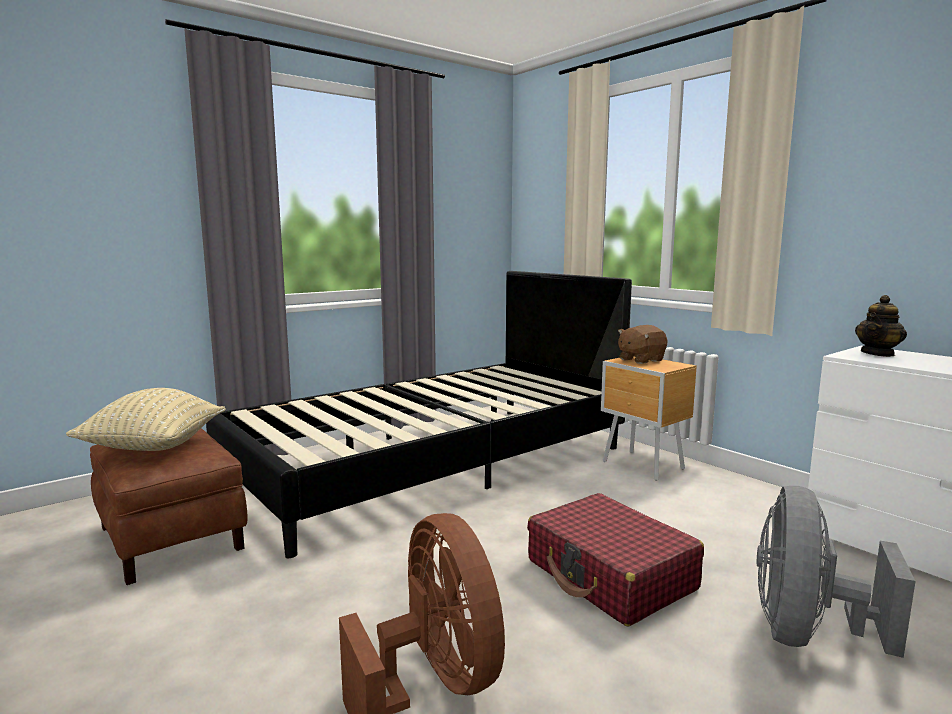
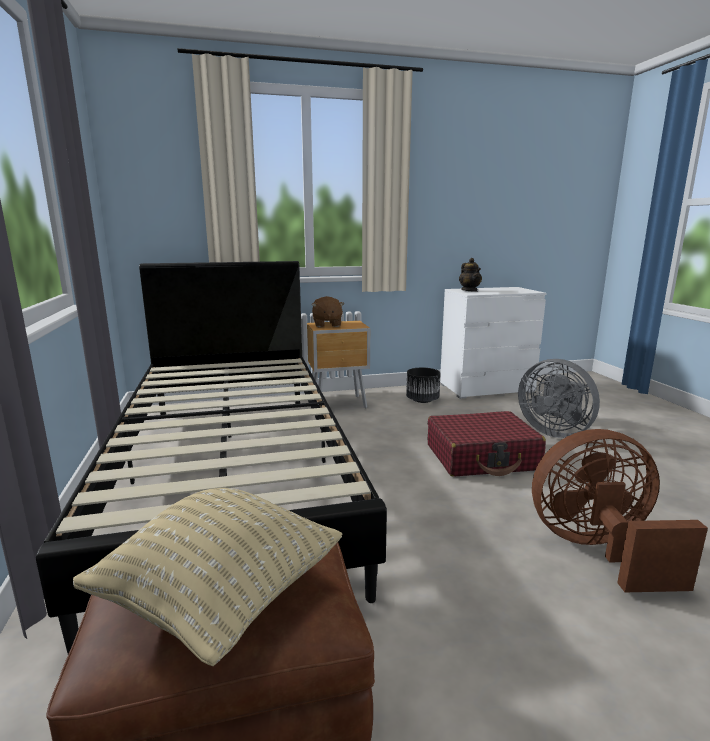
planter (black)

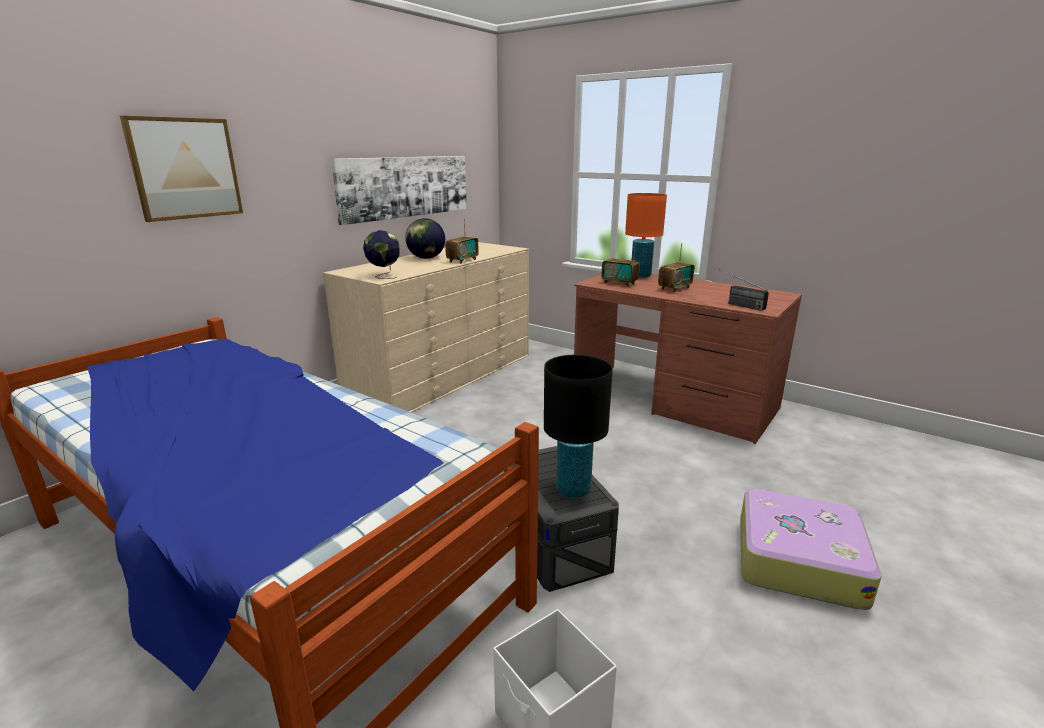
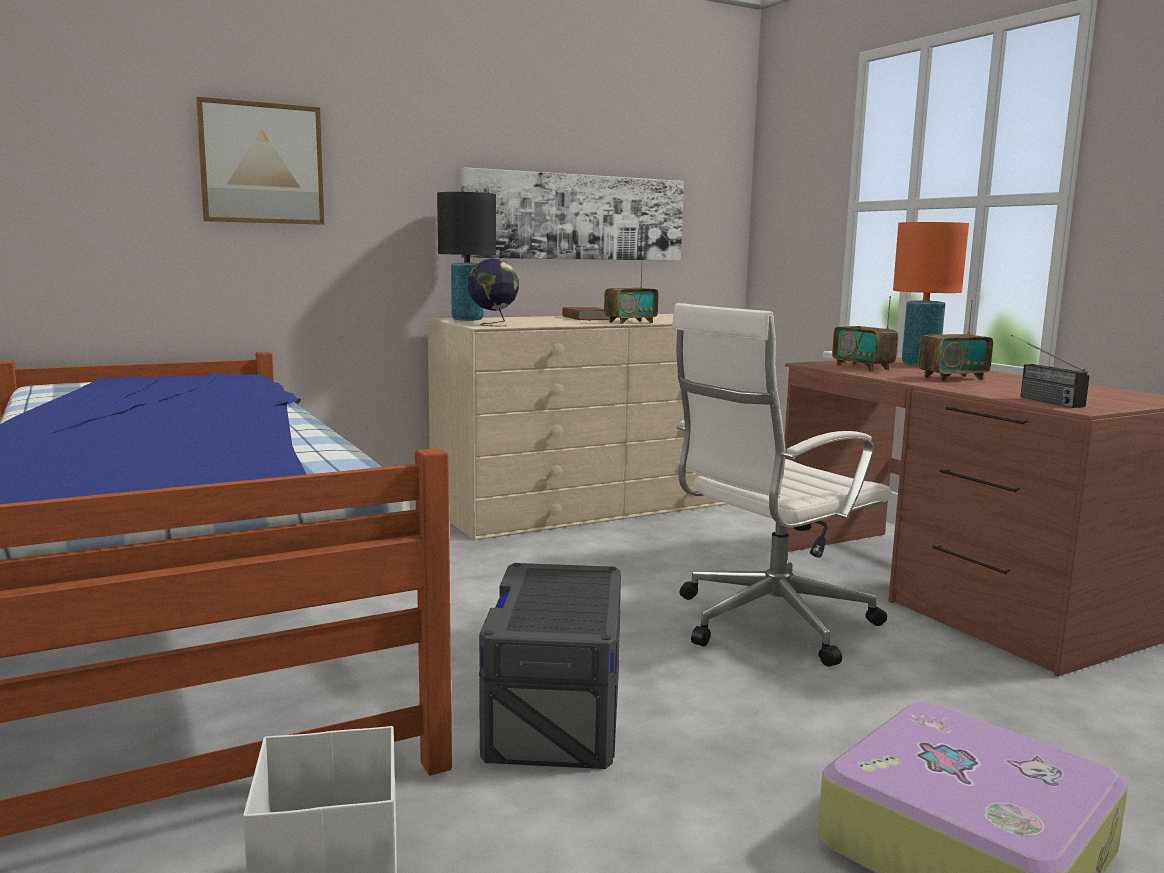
book (brown); table lamp (black); office chair (white)

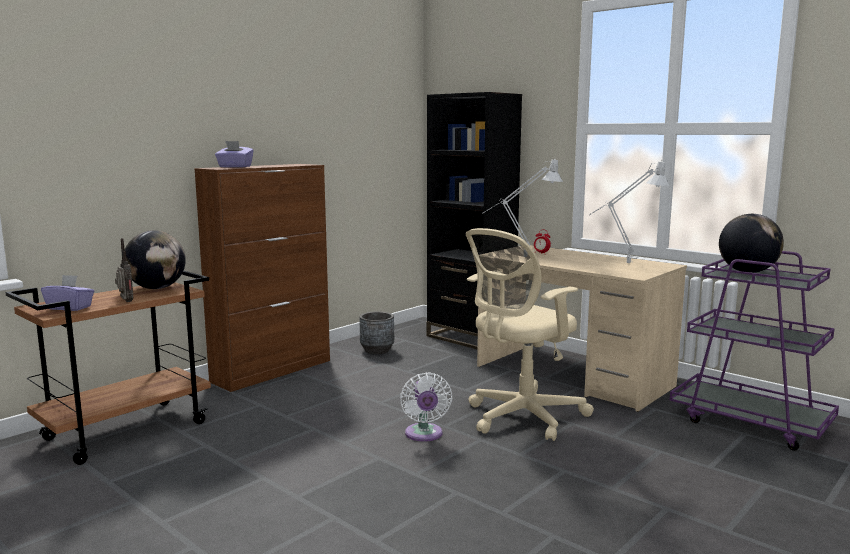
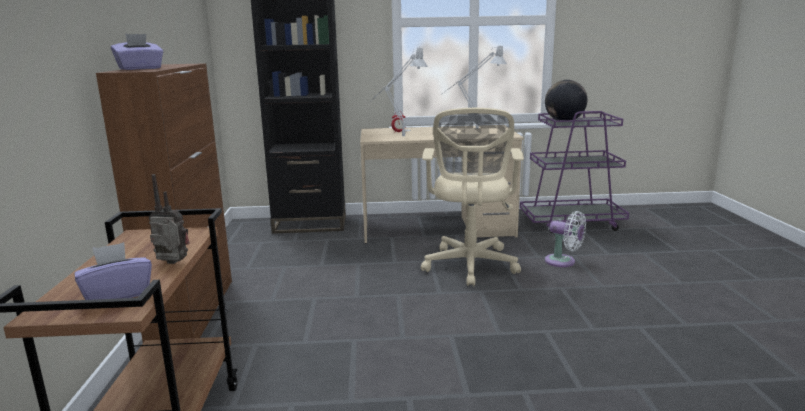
globe (1st from left in the first image); planter (grey); fan (white)

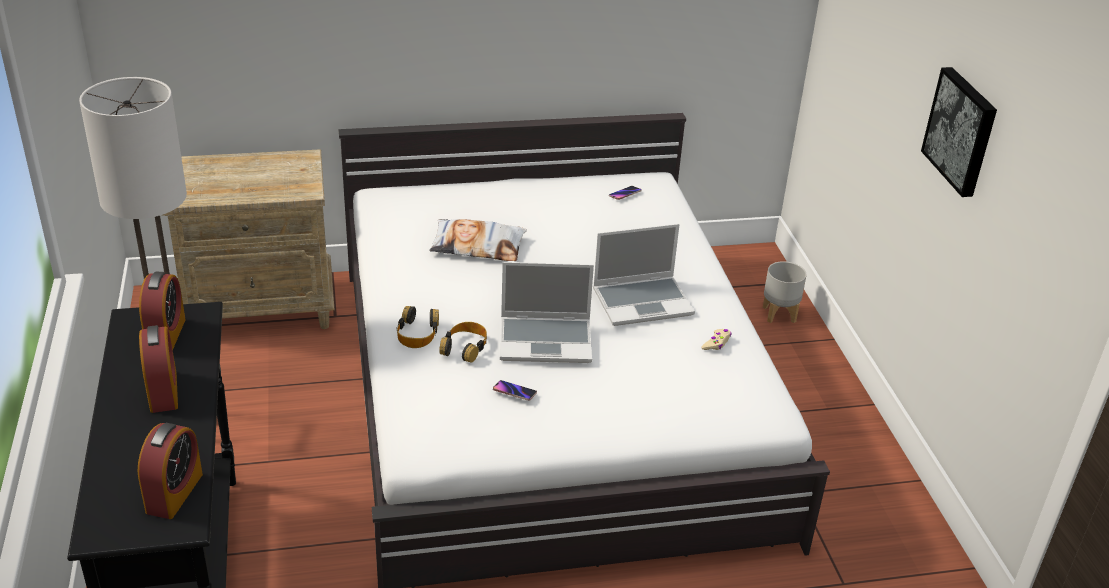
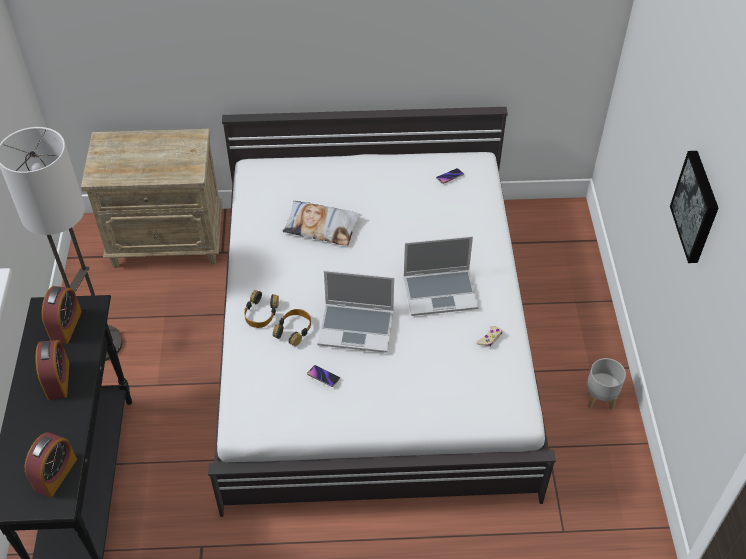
planter (grey)

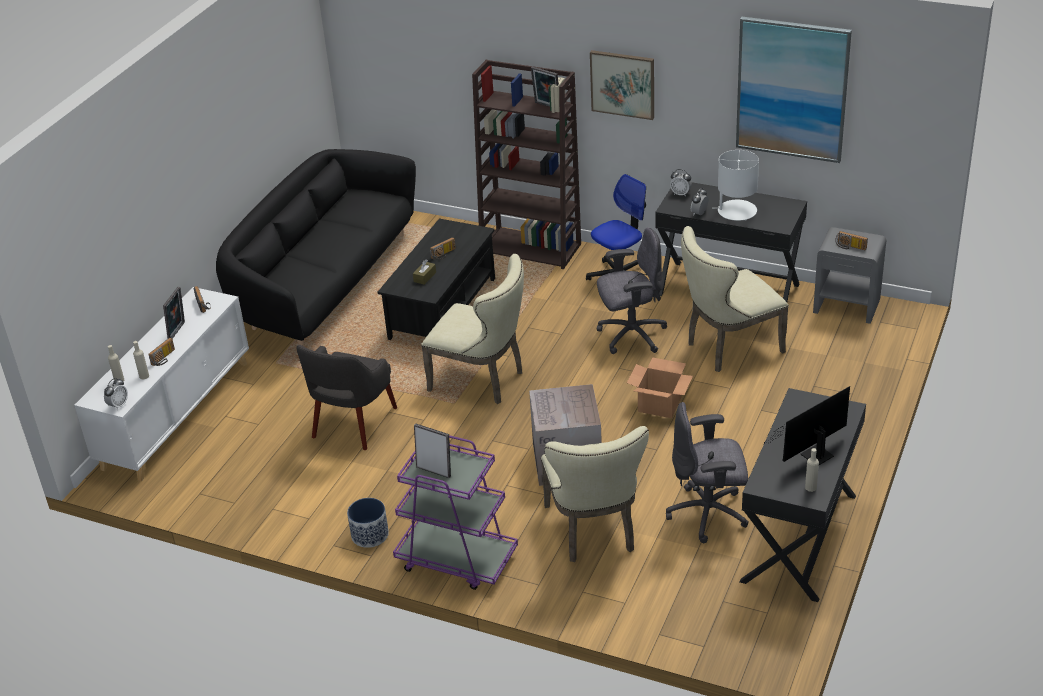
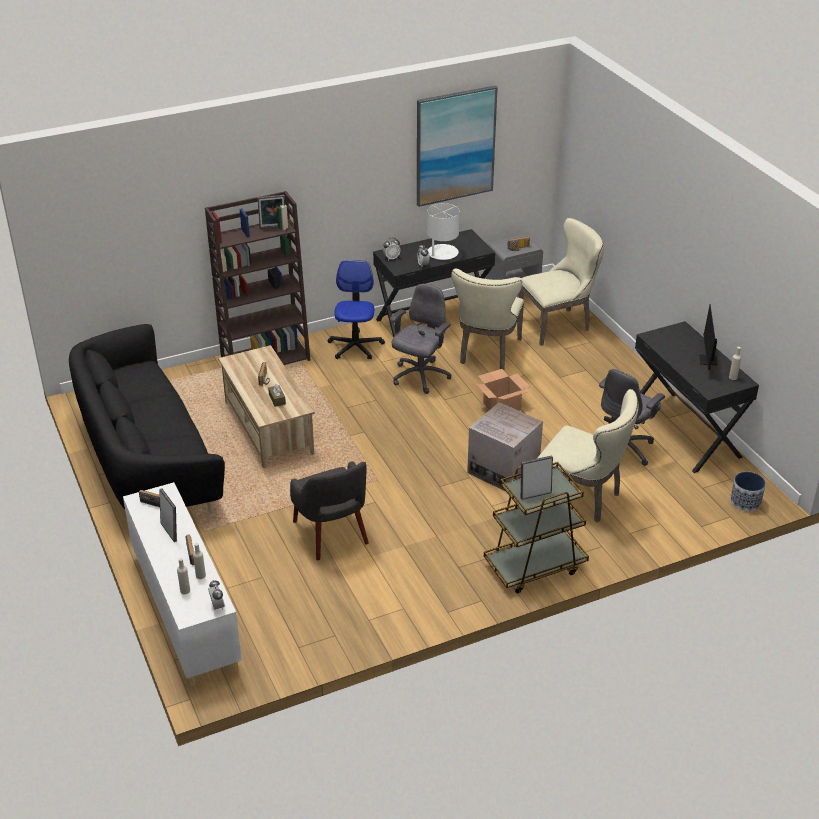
planter; coffee table (beige); cart (brown); chair (beige) (2nd from left); picture (1st from left in the first image)

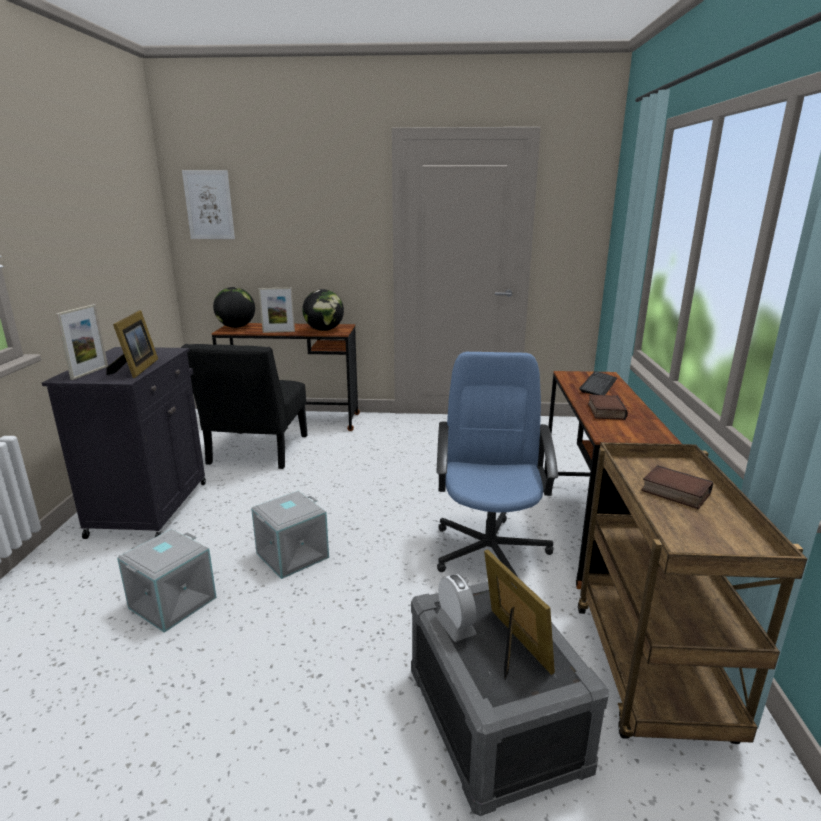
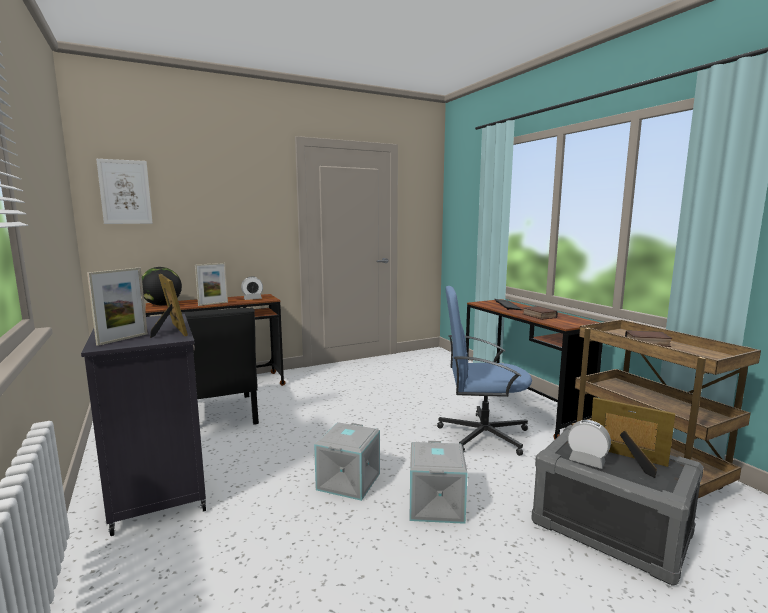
picture frame (1st from left); storage box (grey) (2nd from left); alarm clock (1st from left); office chair (blue)

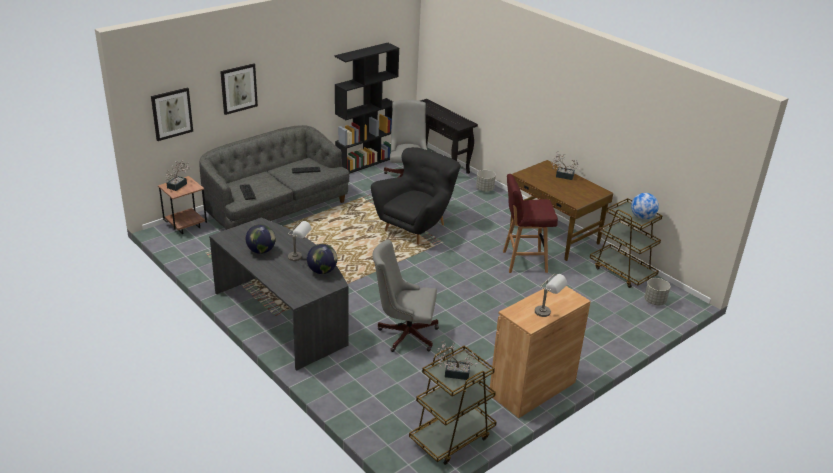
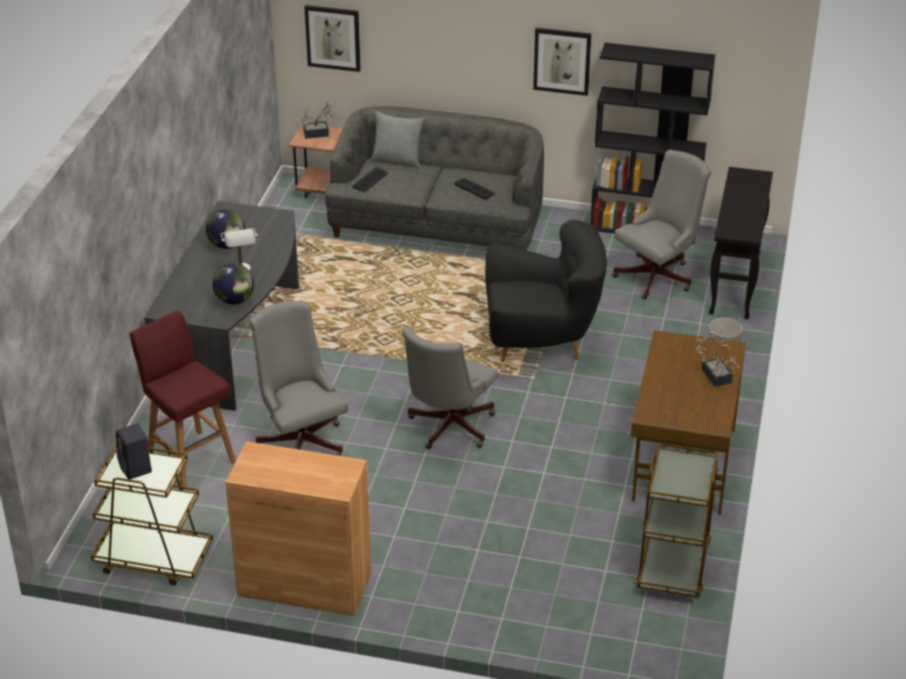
picture (2nd from left); speaker (black); stool (red); table lamp (grey) (2nd from left in the first image); globe (3rd from left in the first image); planter (grey) (2nd from left in the first image); pillow (grey); office chair (grey) (2nd from left)

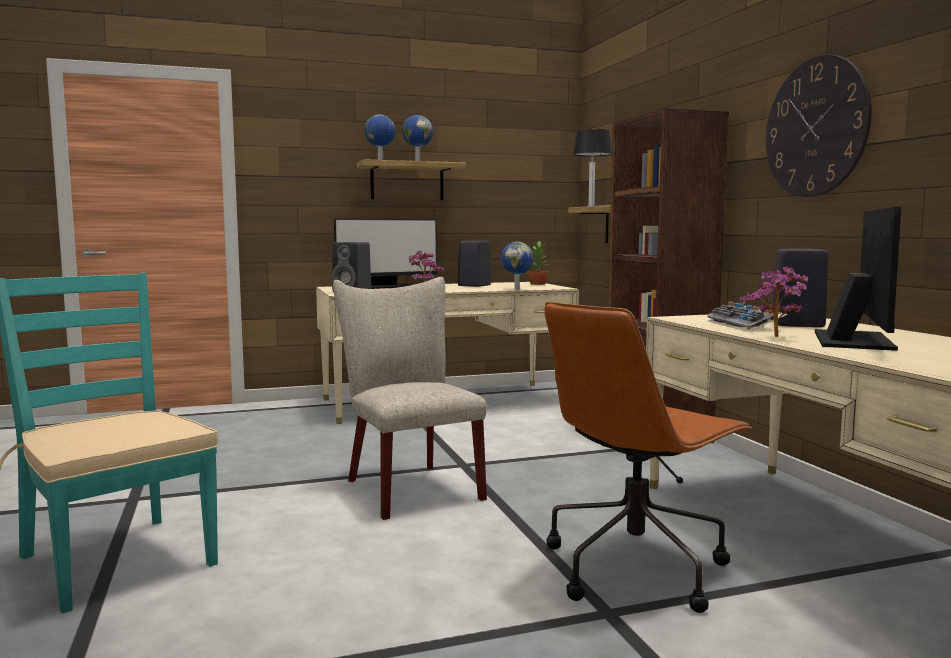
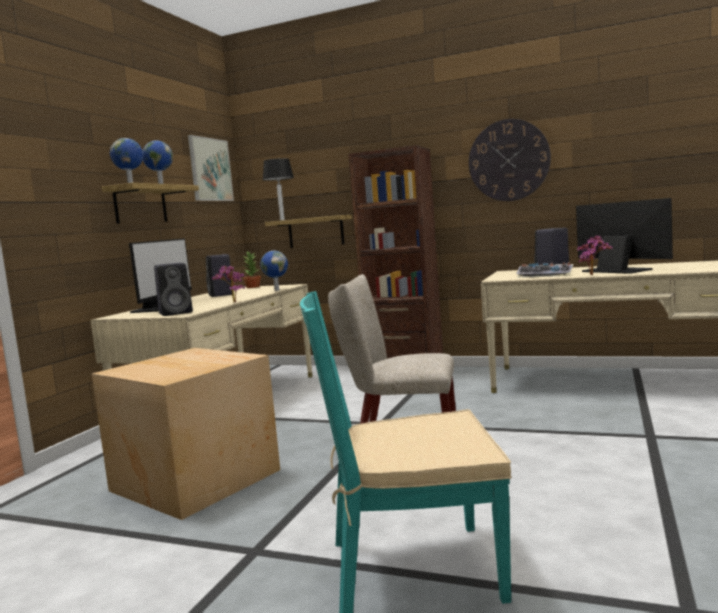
office chair (brown); cardboard box; picture

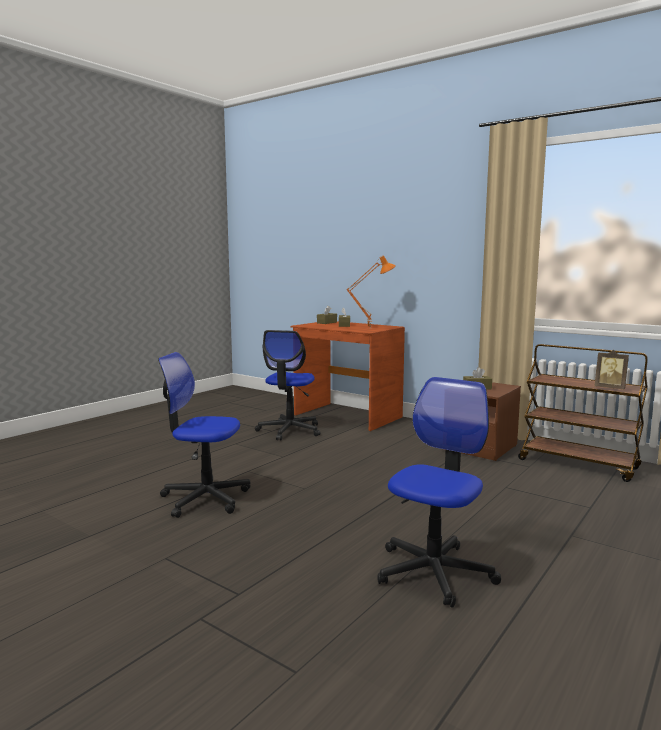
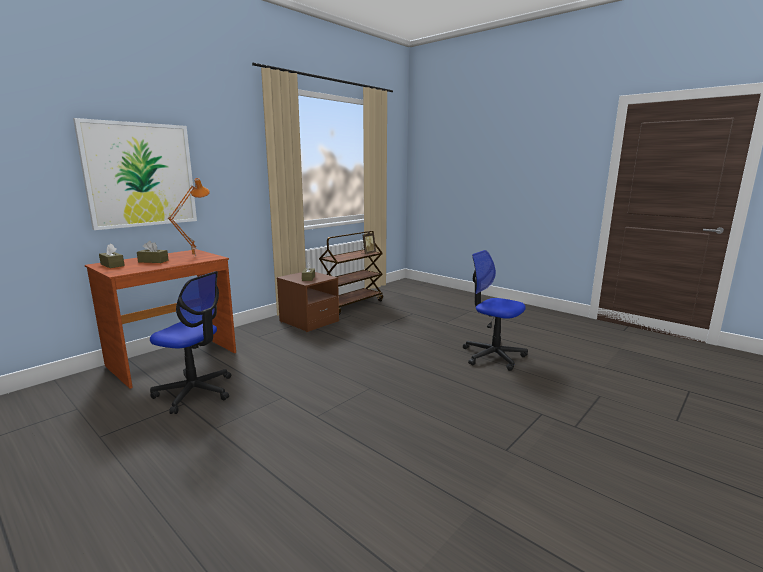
office chair (1st from left in the first image); picture

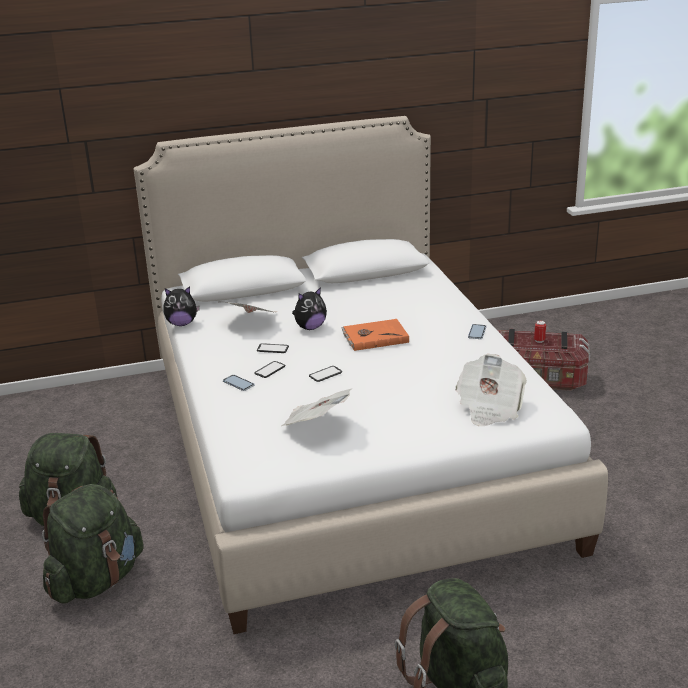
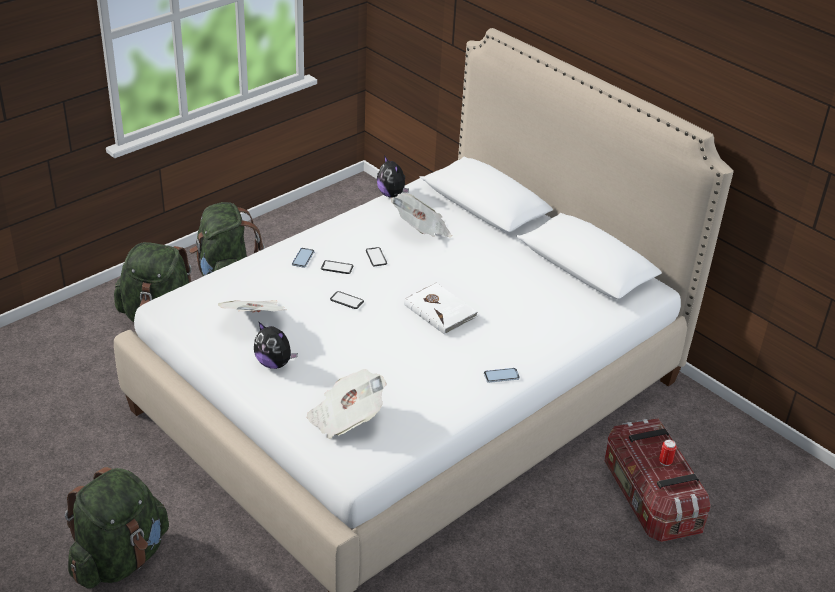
plush toy (1st from left); book (white)

